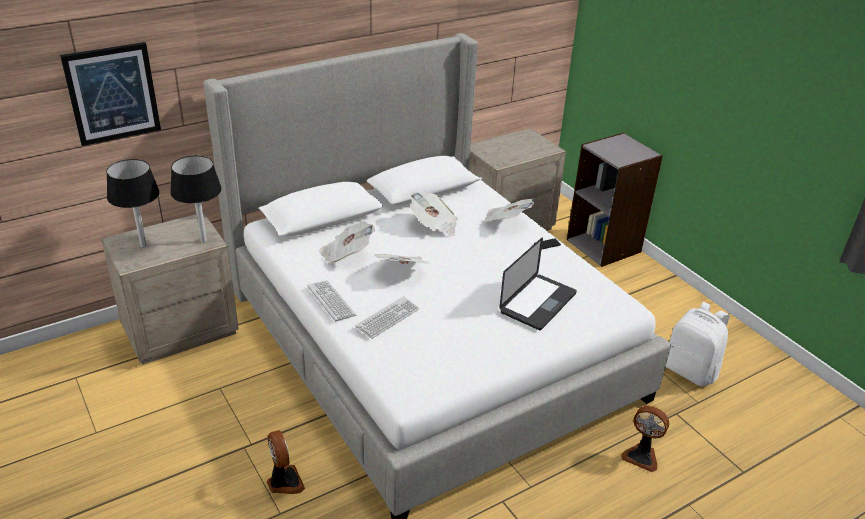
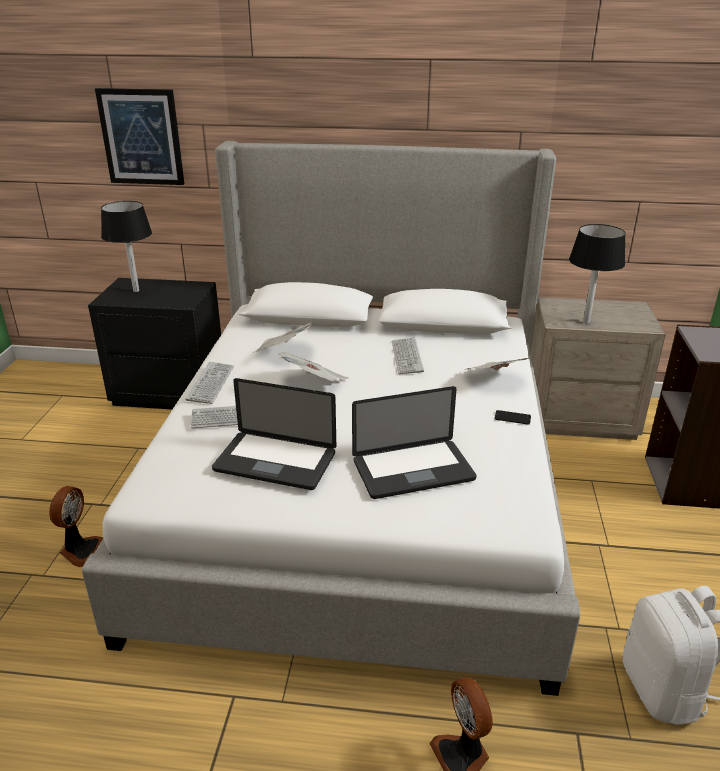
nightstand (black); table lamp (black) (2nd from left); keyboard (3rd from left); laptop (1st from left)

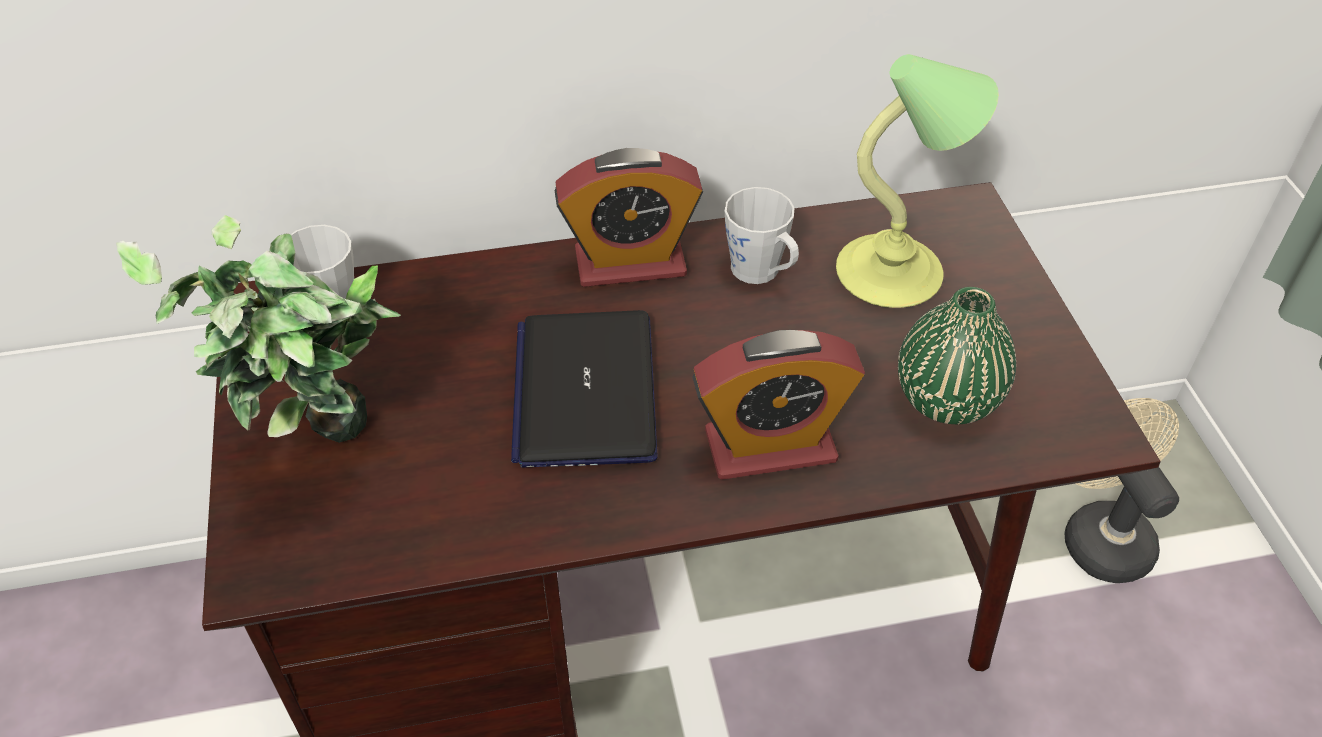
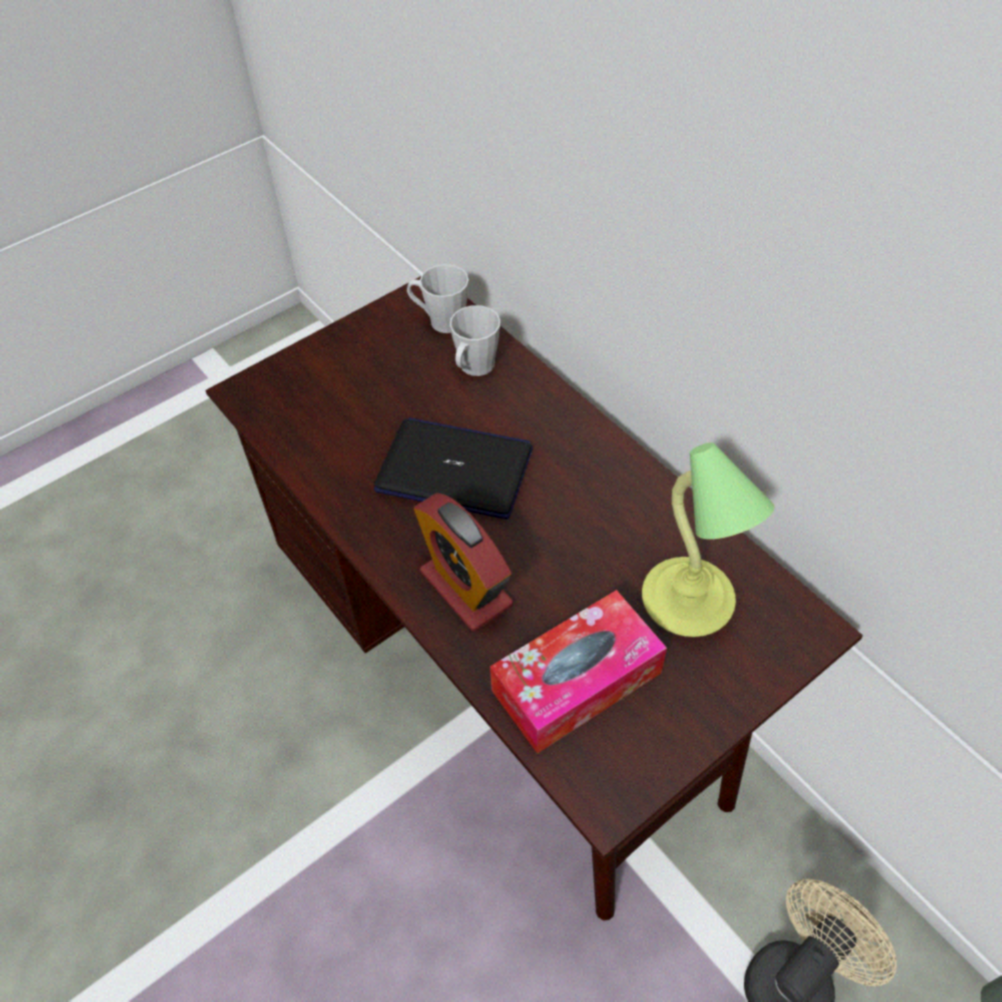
potted plant; laptop; alarm clock (1st from left in the first image); mug (grey) (2nd from left); tissue box

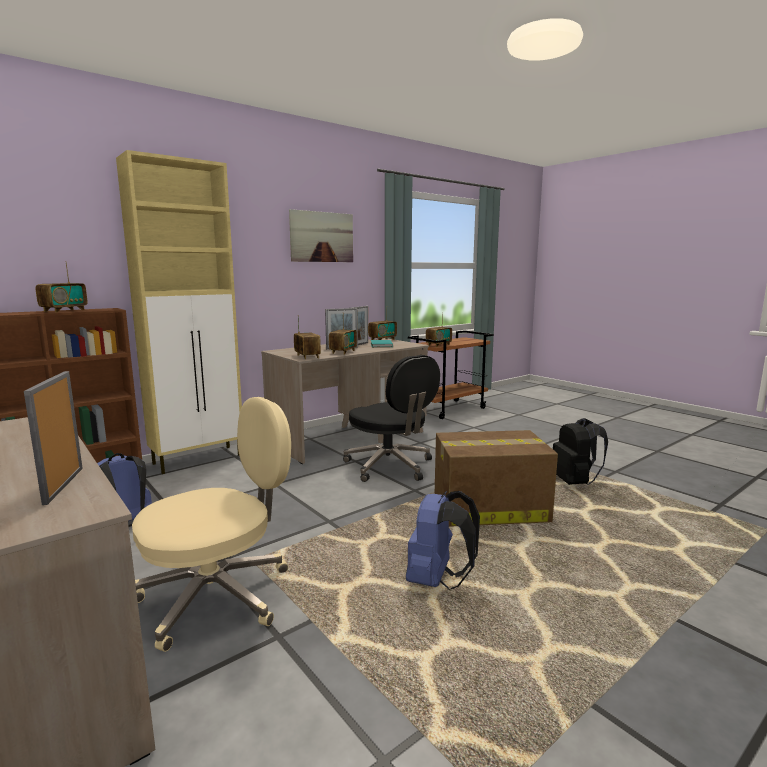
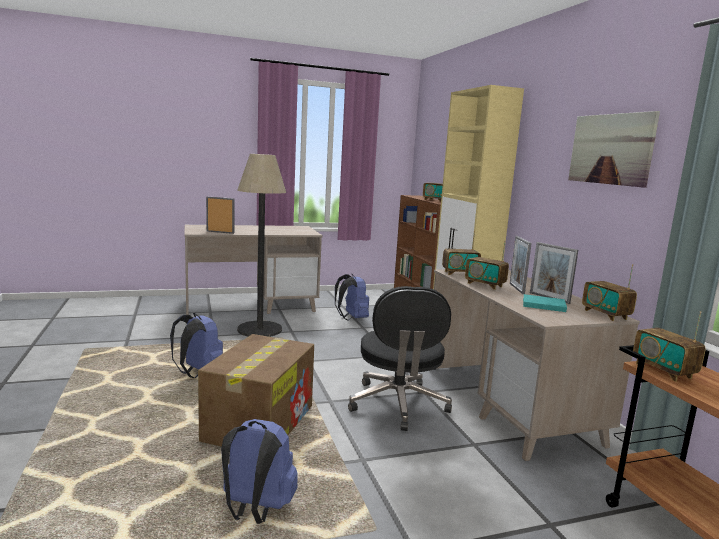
floor lamp; office chair (black); backpack (blue) (2nd from left)

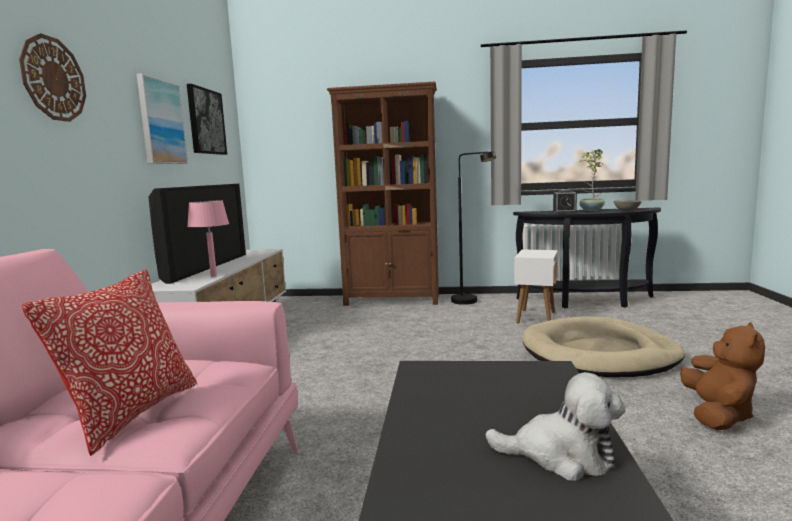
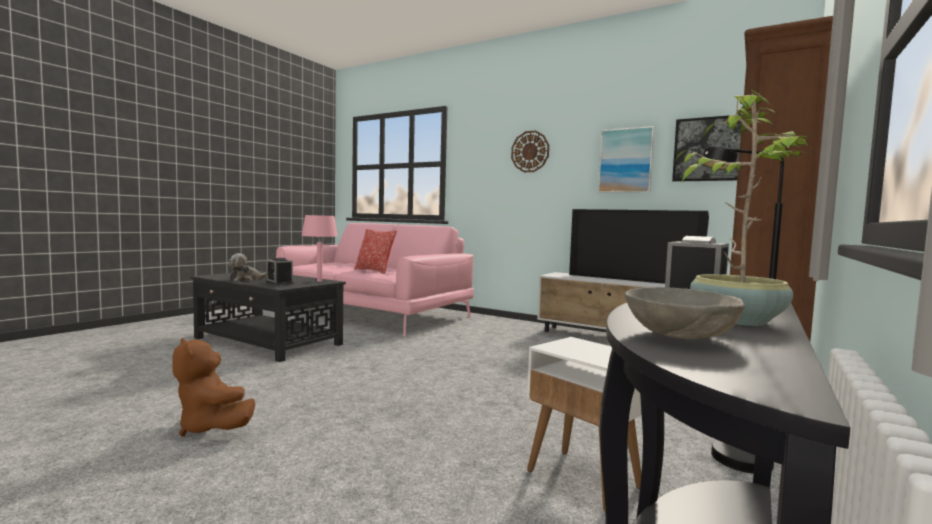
table lamp (pink); dog bed (beige); alarm clock (1st from left)

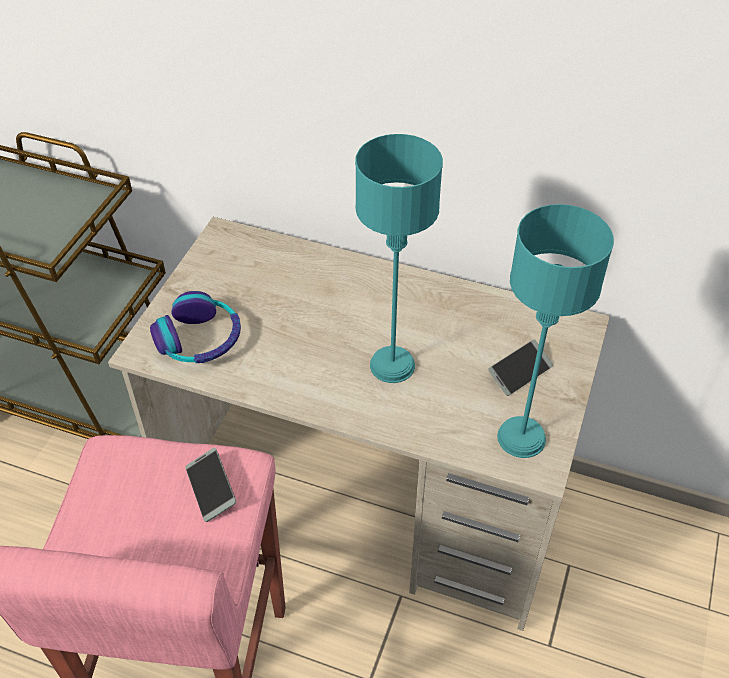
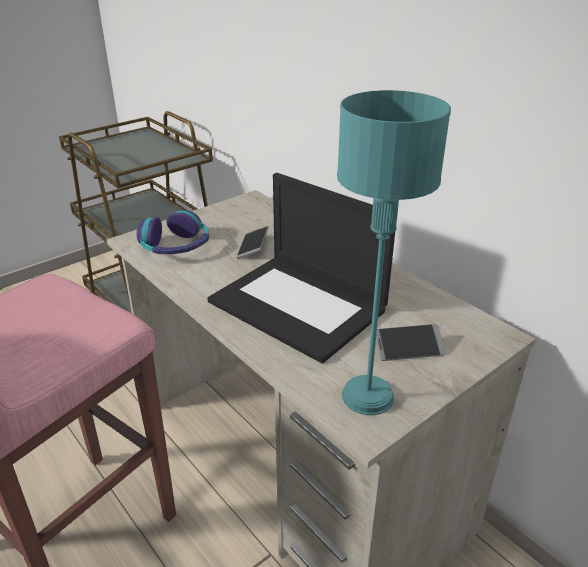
phone (1st from left); laptop

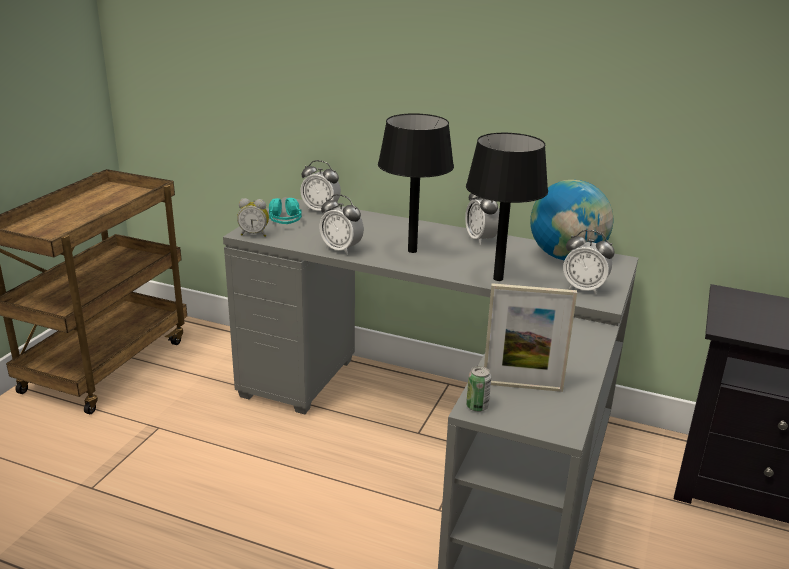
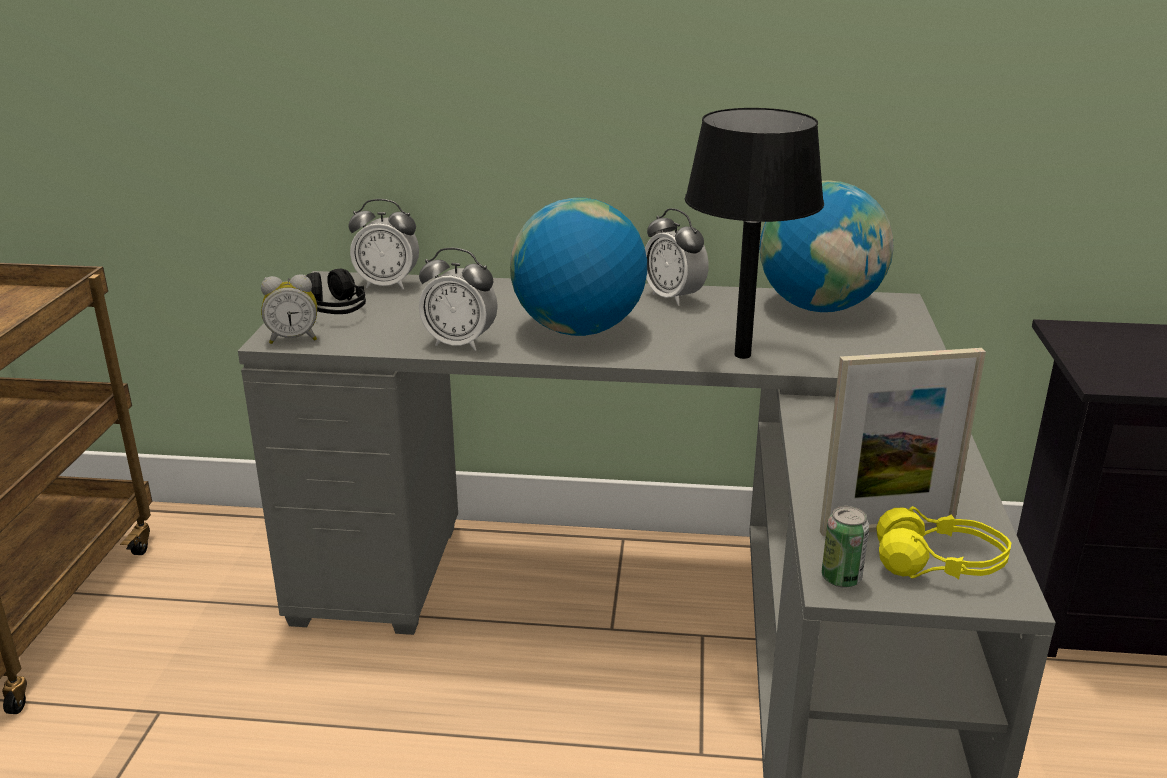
headphones (black); globe (1st from left); alarm clock (5th from left in the first image); headphones (yellow)

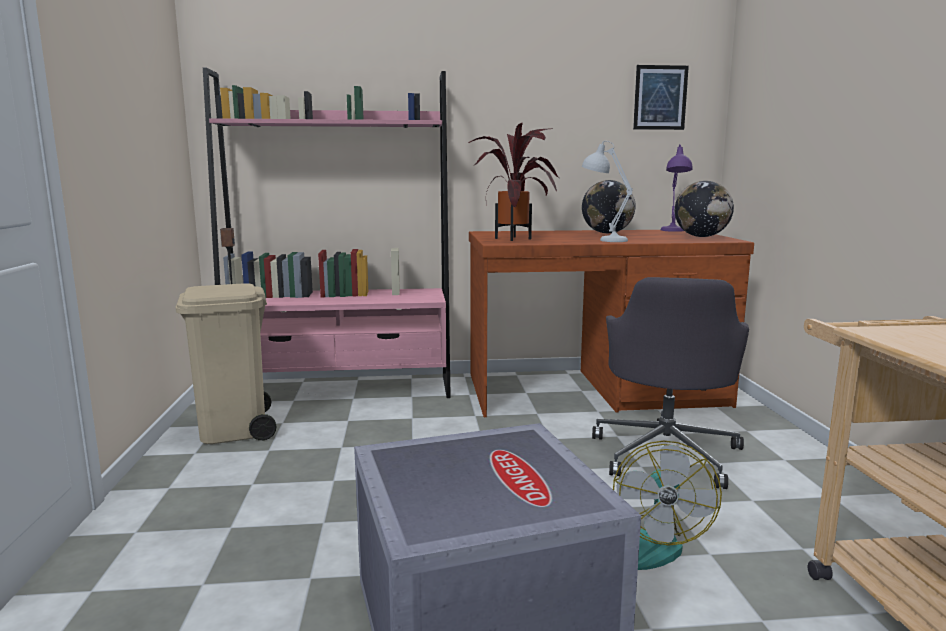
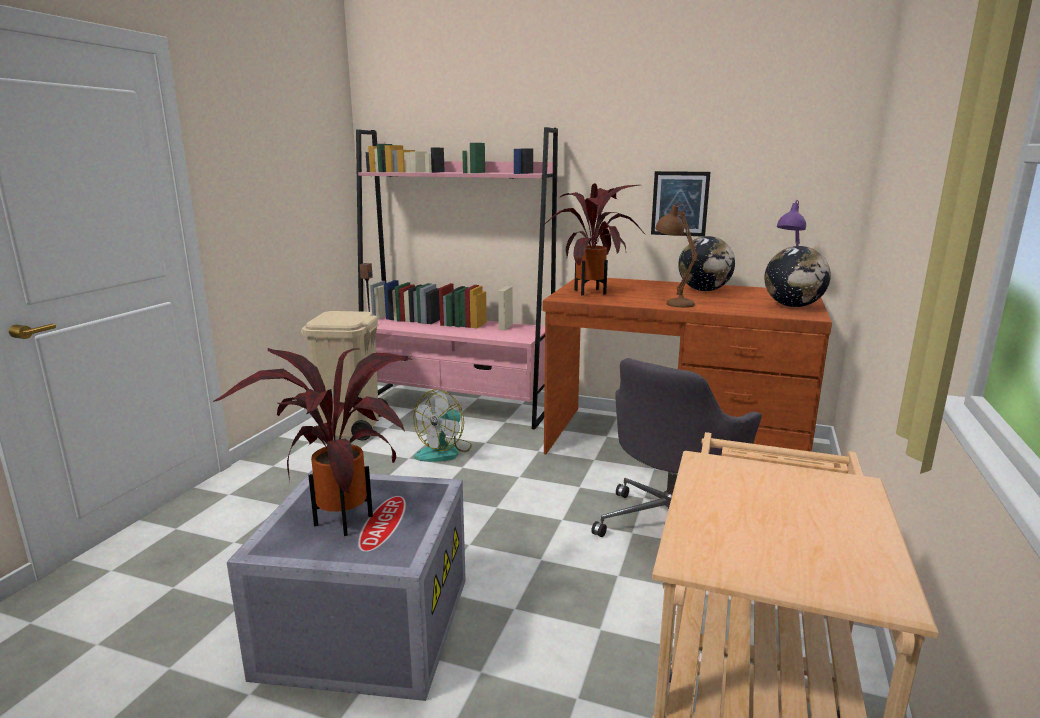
table lamp (brown); fan; picture; potted plant (1st from left)

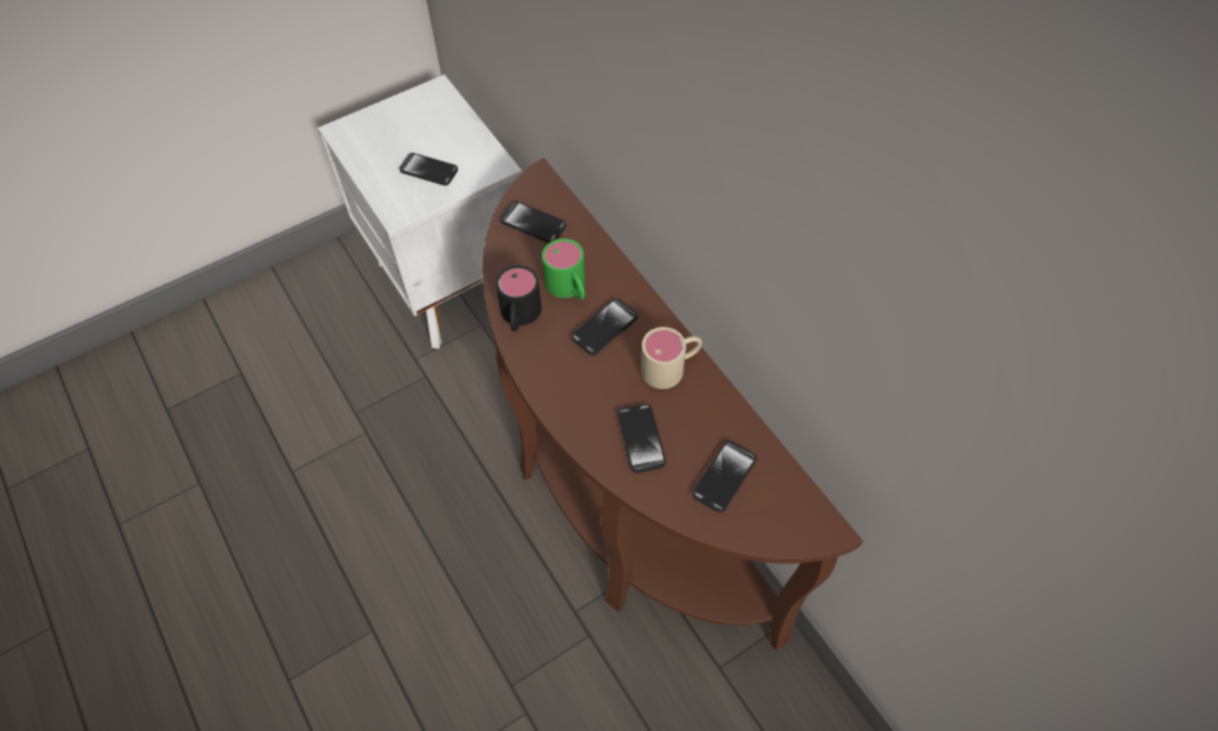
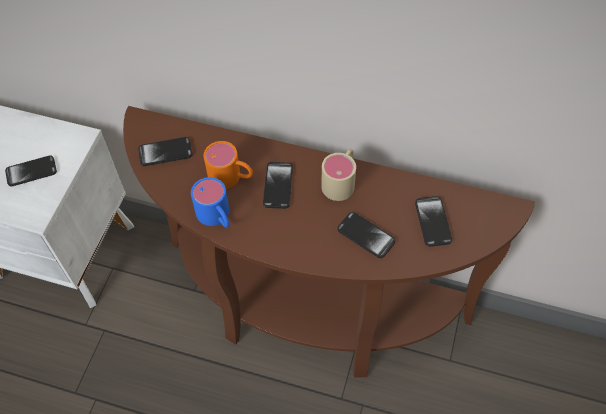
mug (blue); mug (orange)

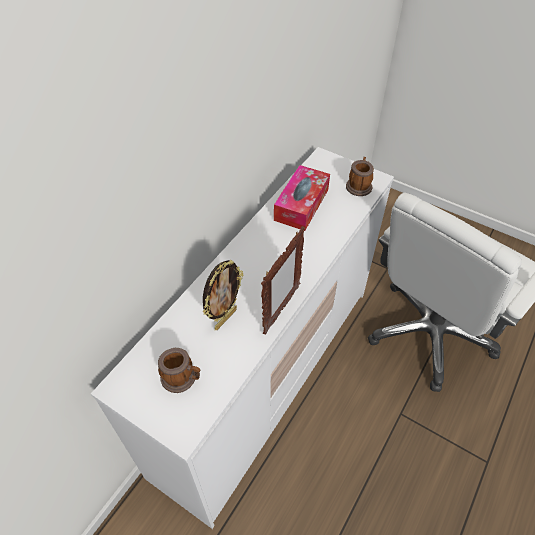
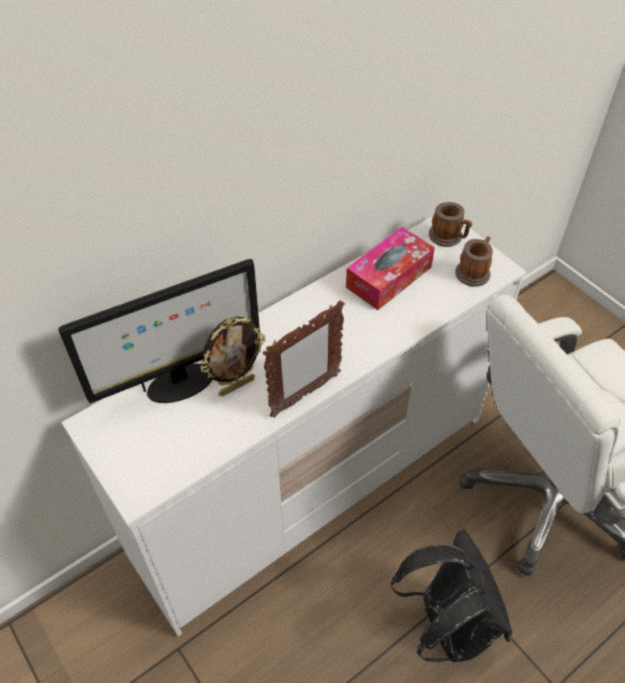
mug (1st from left); monitor; backpack (black)

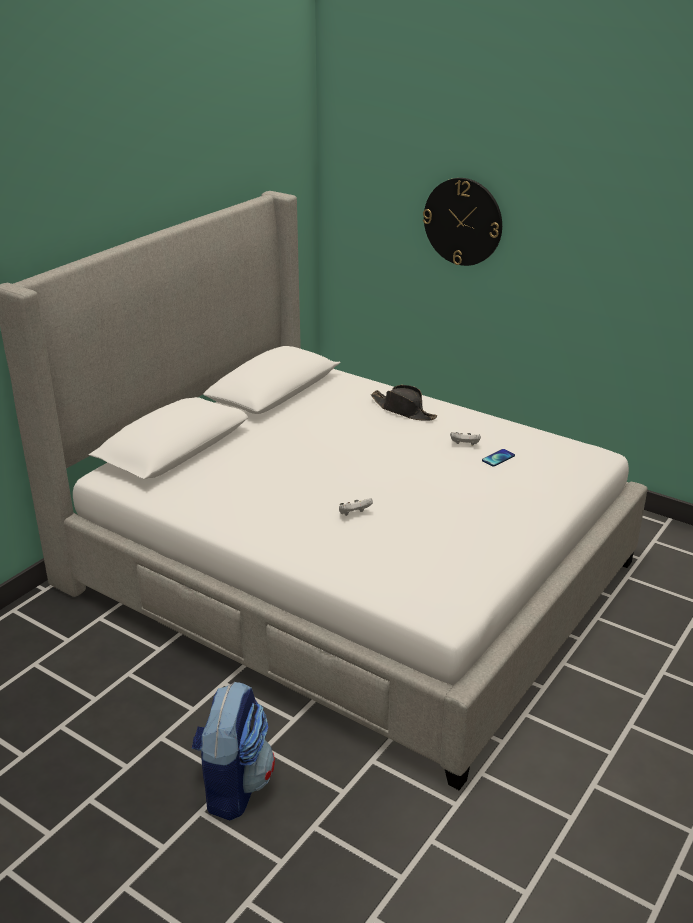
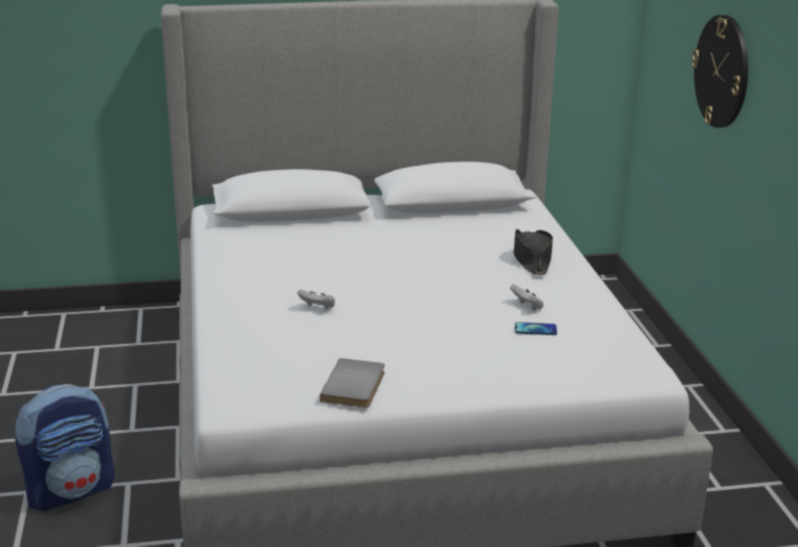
book (grey)

